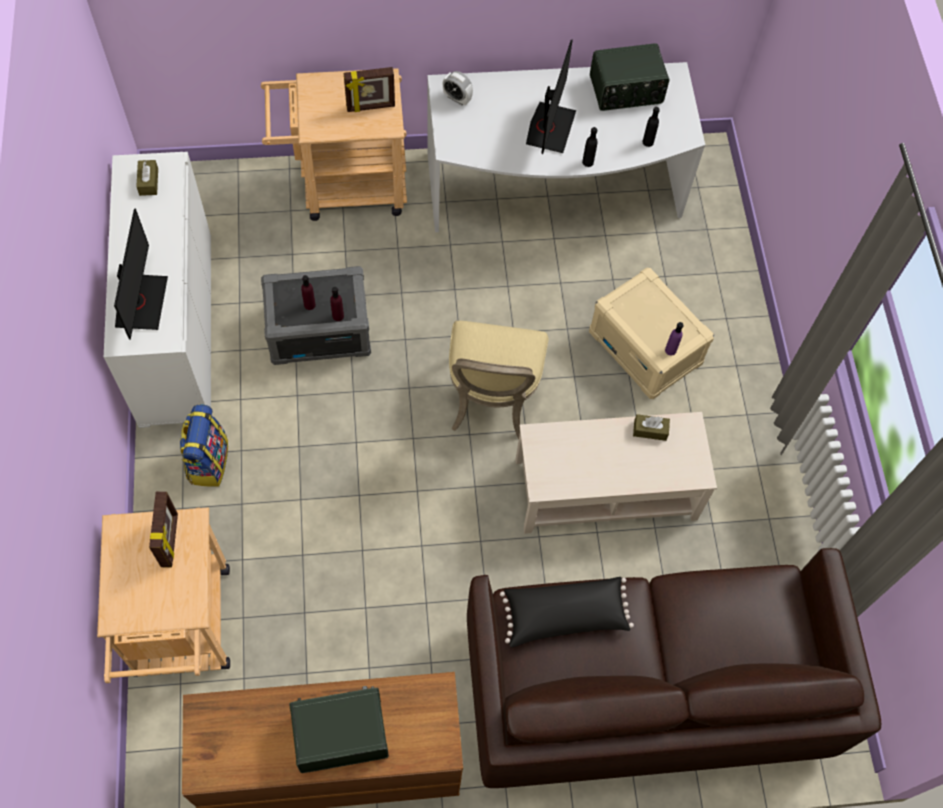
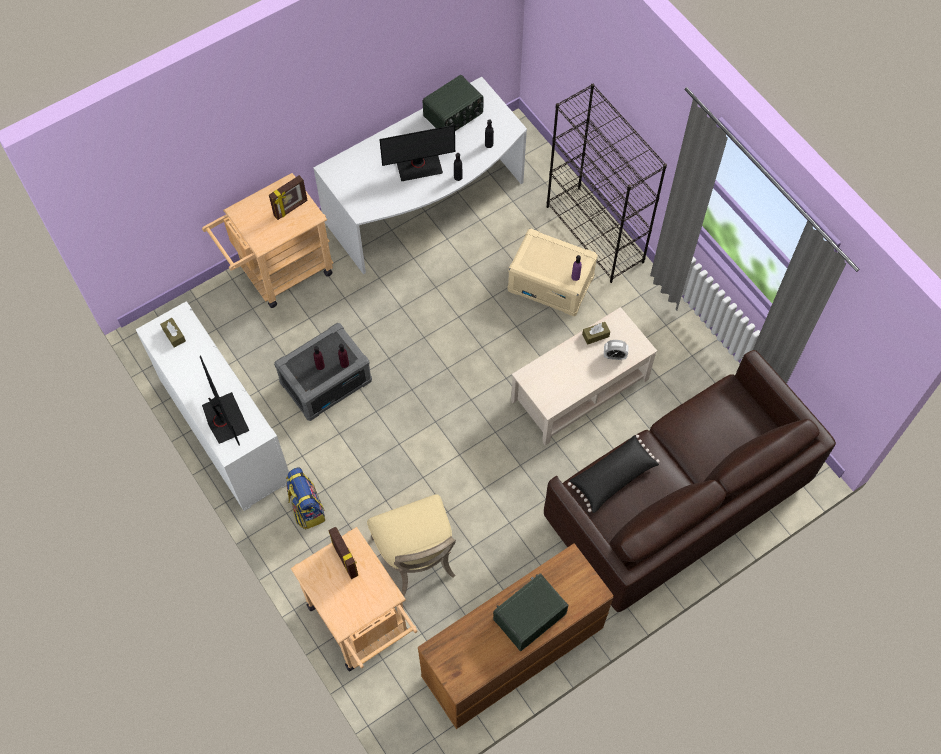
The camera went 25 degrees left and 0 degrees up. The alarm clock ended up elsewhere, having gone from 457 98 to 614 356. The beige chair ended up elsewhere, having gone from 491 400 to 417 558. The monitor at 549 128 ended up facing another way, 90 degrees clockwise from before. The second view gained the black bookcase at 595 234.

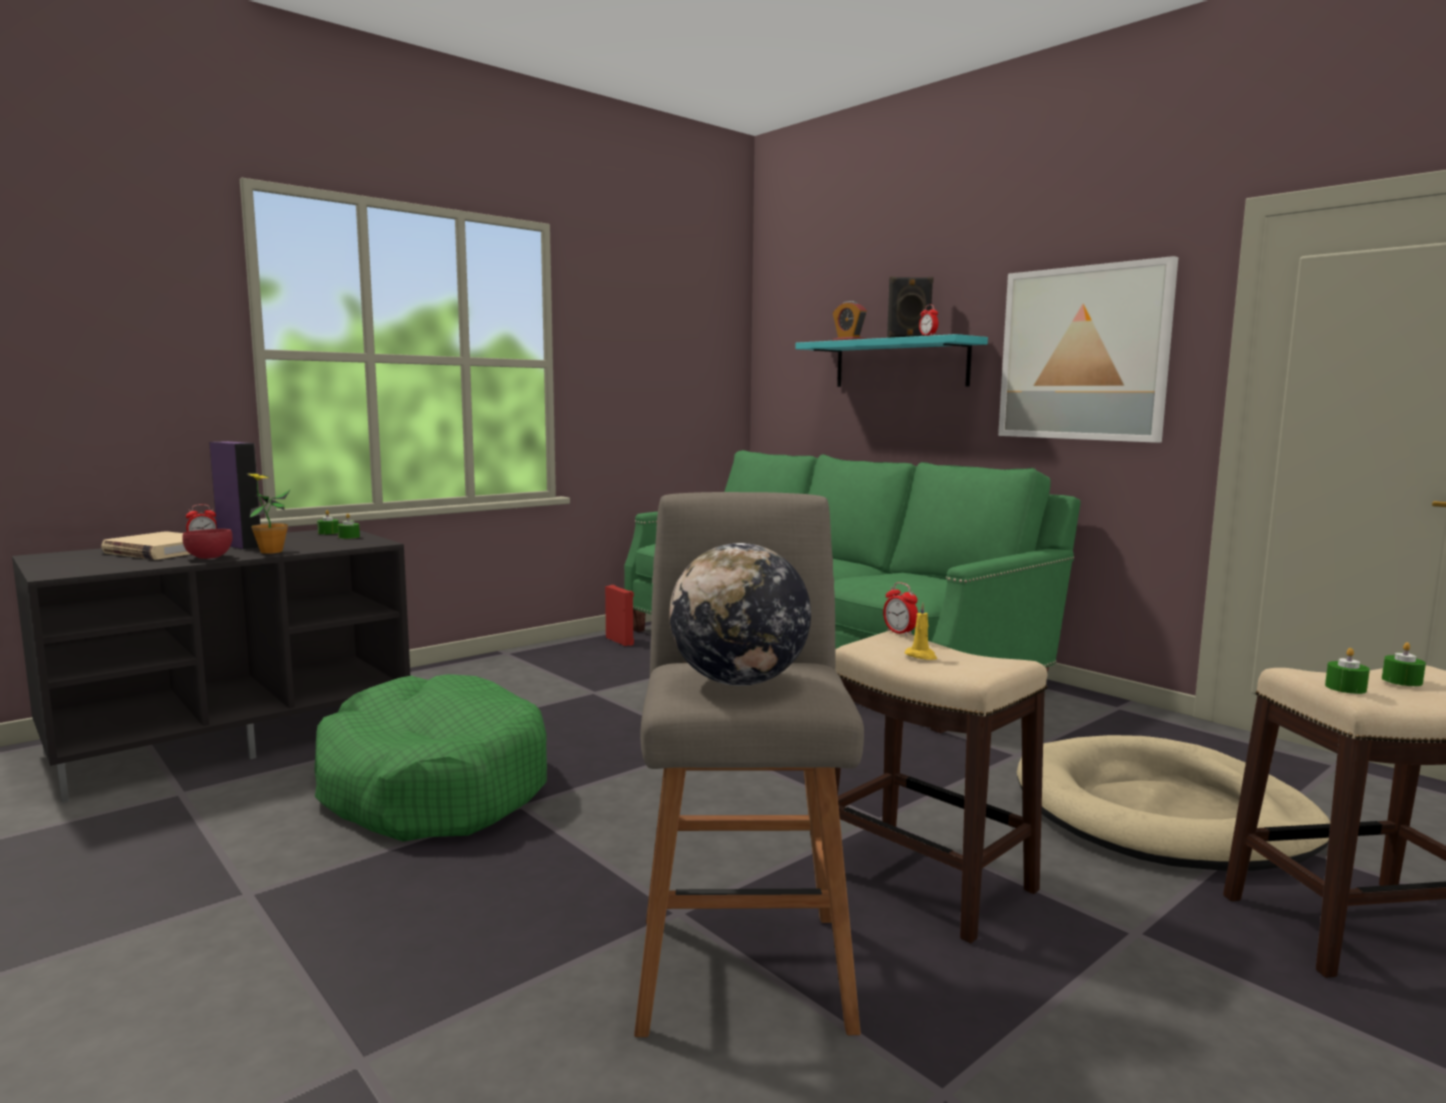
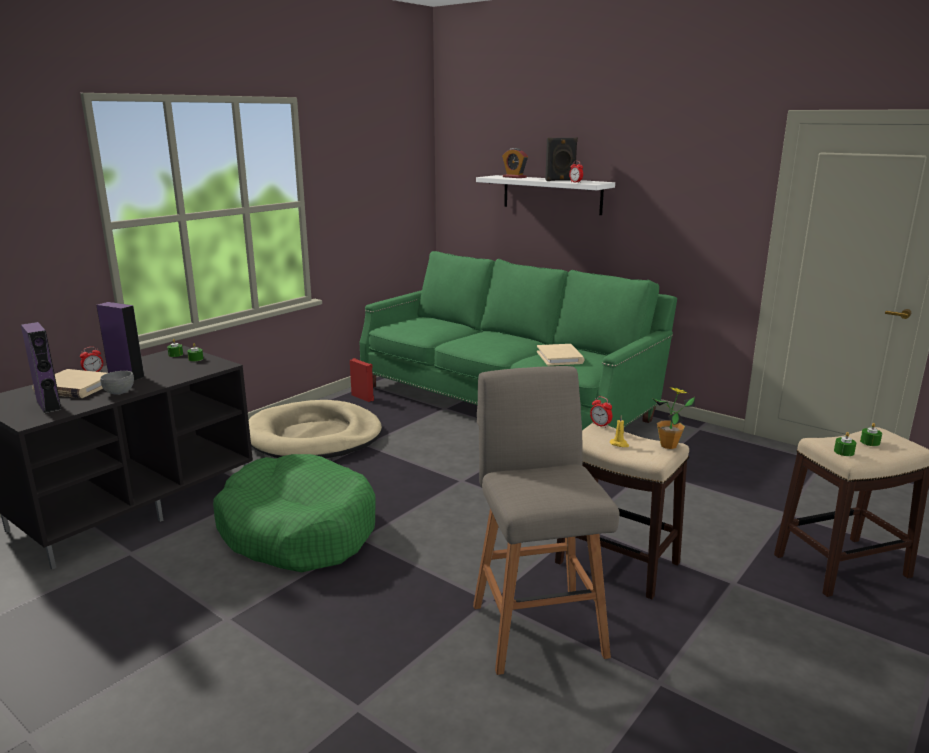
The camera went 10 degrees left and 10 degrees up. What was the red bowl at 209 558 turned into the grey bowl at 119 393. The potted plant ended up elsewhere, having gone from 271 551 to 668 445. The second view lost the globe at 739 682. What was the turquoise shelf at 900 364 turned into the white shelf at 552 194. The second view lost the picture at 1083 353. The beige dog bed ended up elsewhere, having gone from 1163 814 to 314 436. The second view gained the purple speaker at 49 405. The second view gained the beige book at 560 357.

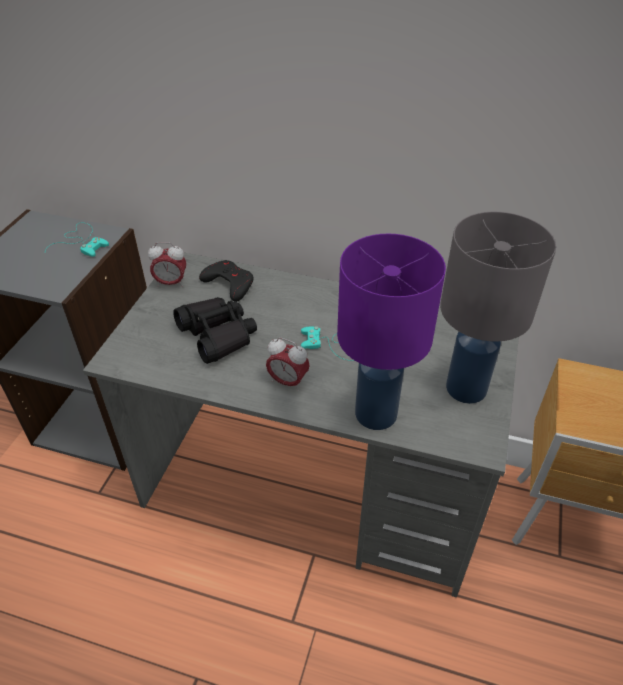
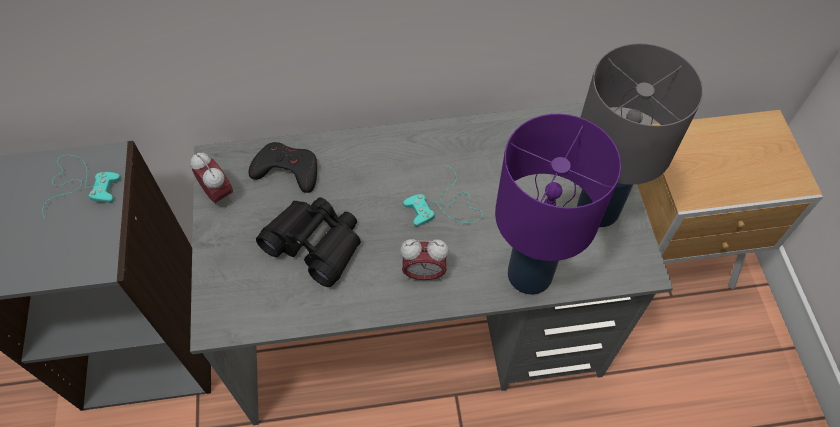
The camera went 25 degrees left and 15 degrees up. The alarm clock at 171 283 ended up facing another way, 105 degrees counterclockwise from before.

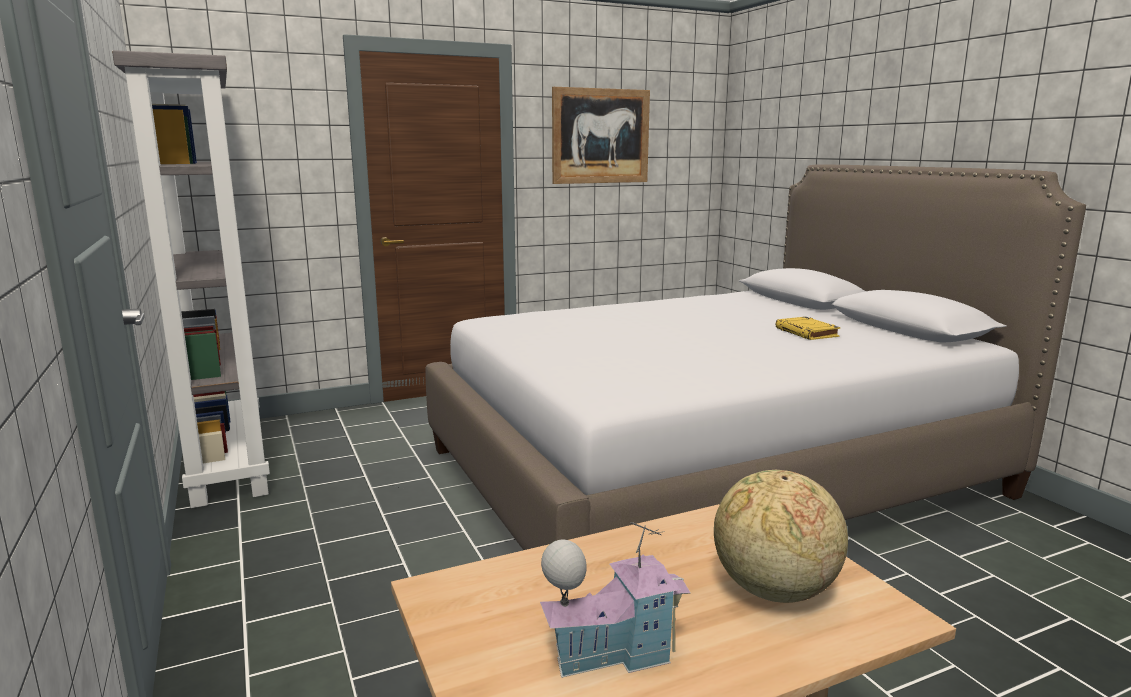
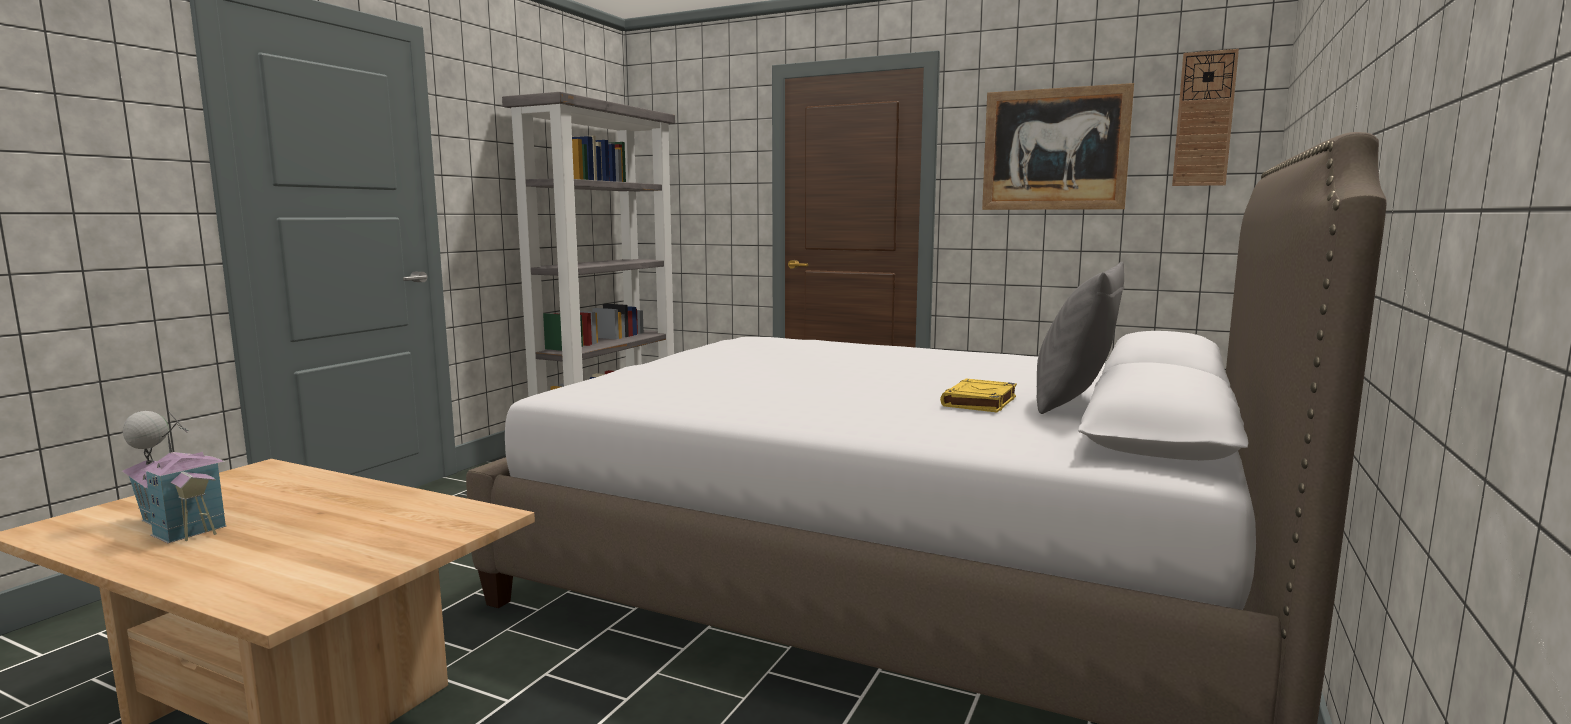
The camera went 50 degrees right and 5 degrees down. The second view lost the globe at 773 590. The second view gained the grey pillow at 1073 403. The second view gained the wall clock at 1204 119.

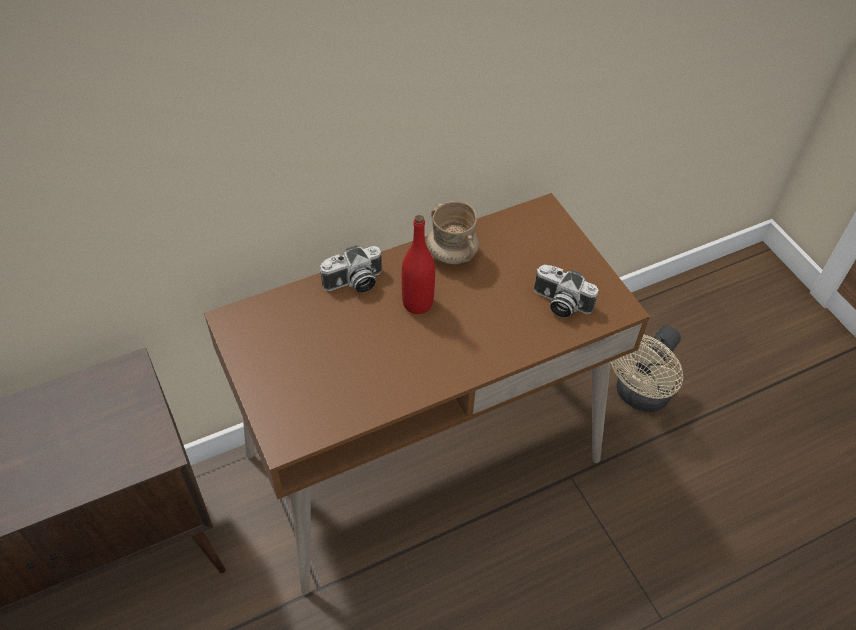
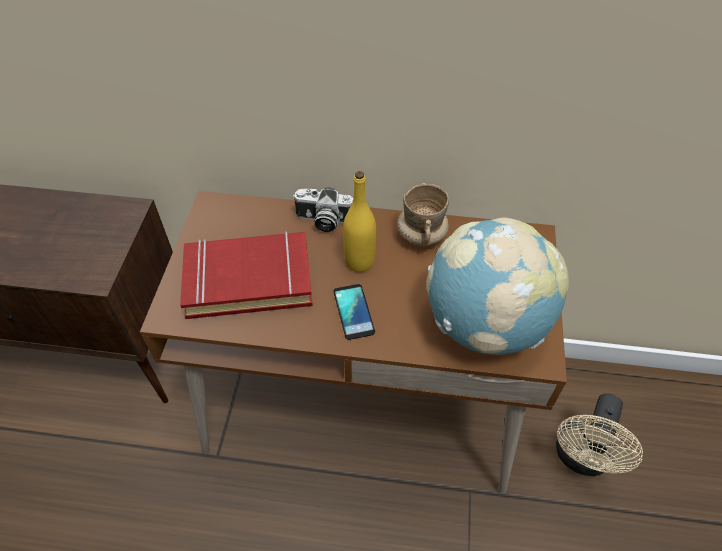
The camera went 35 degrees right and 0 degrees up. What was the red bottle at 417 303 turned into the yellow bottle at 359 261. Where the photo camera stood at 560 303, the globe came to stand at 485 324. The beige fan at 639 396 ended up facing another way, 45 degrees counterclockwise from before. The second view gained the red book at 249 280. The second view gained the phone at 353 312.

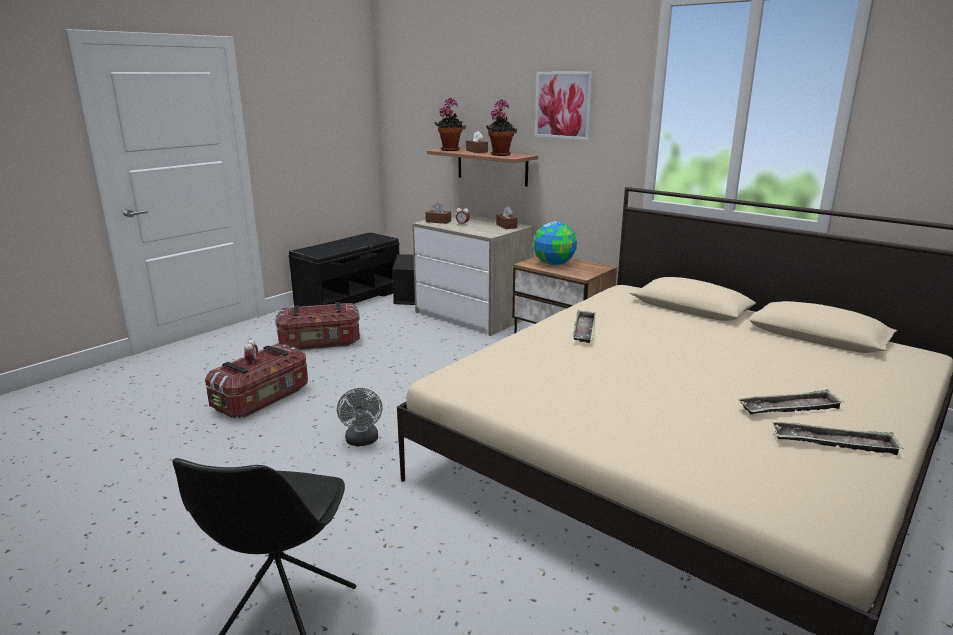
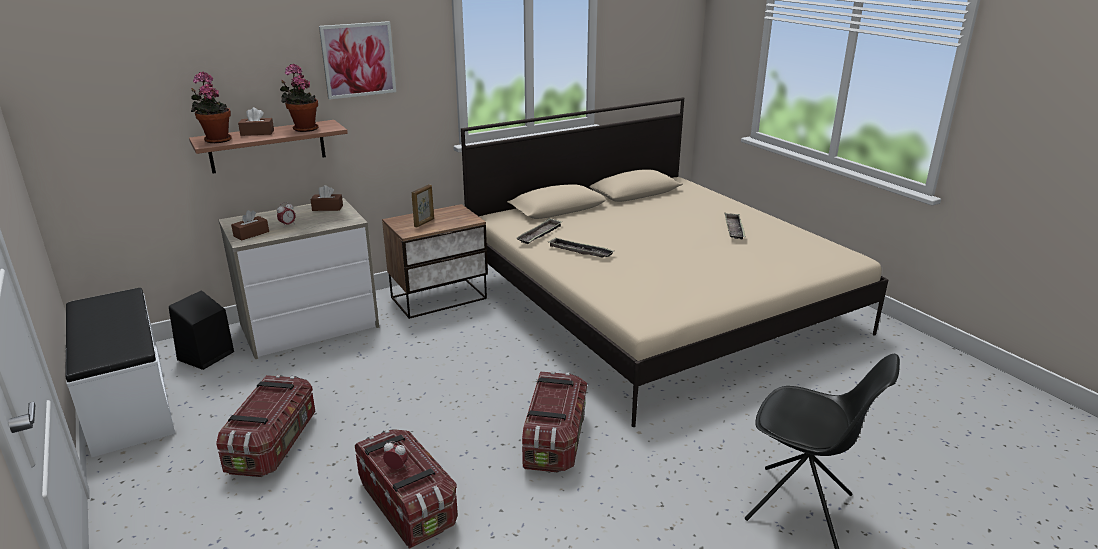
The camera went 70 degrees left and 5 degrees up. What was the black bench at 348 298 turned into the white bench at 127 402. Where the grey fan stood at 362 441, the storage box came to stand at 555 440. Where the globe stood at 554 264, the picture frame came to stand at 424 223. The tray ended up elsewhere, having gone from 833 443 to 539 234.

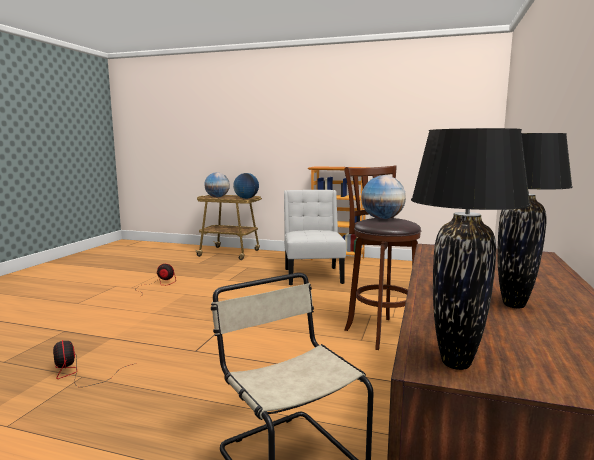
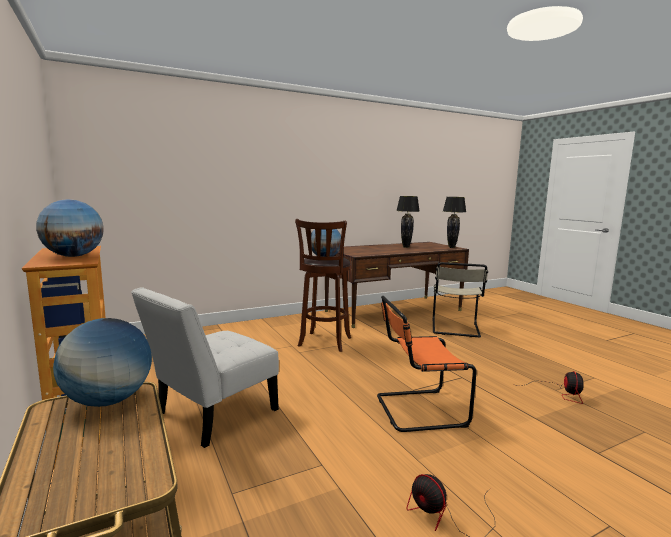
The camera went 135 degrees left and 0 degrees up. The globe ended up elsewhere, having gone from 217 197 to 73 256. The second view gained the orange chair at 417 410.

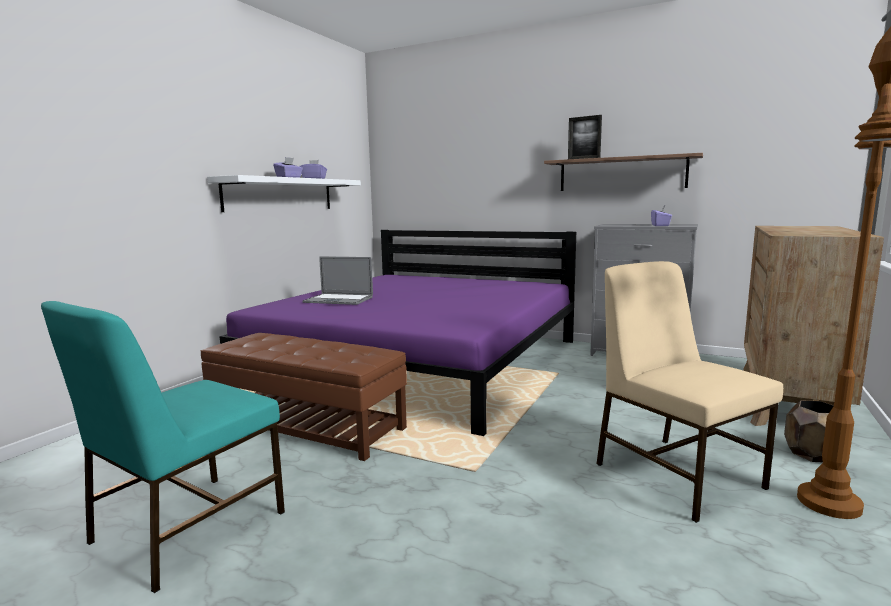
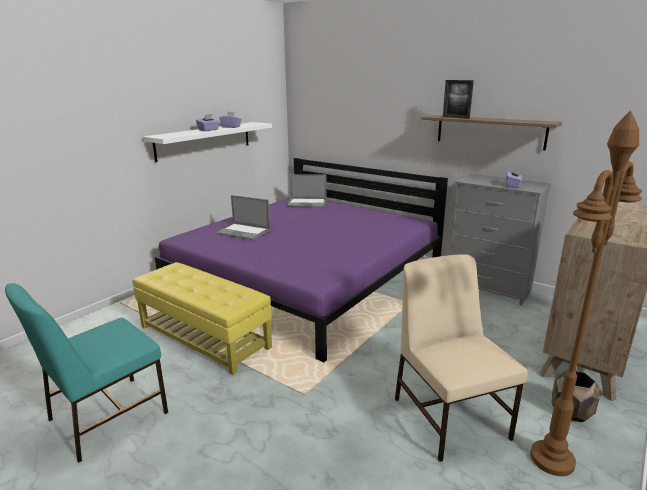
The camera went 10 degrees right and 10 degrees up. What was the brown ottoman at 307 425 turned into the yellow ottoman at 204 337. The second view gained the laptop at 307 203.

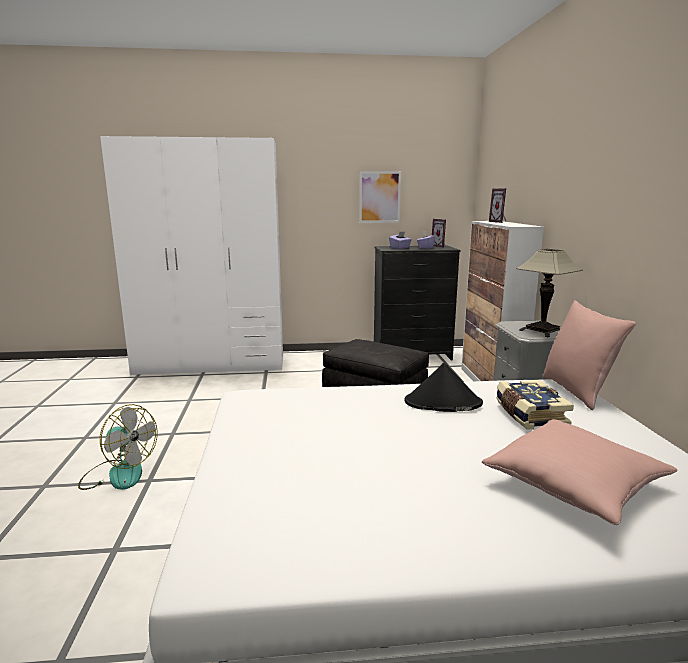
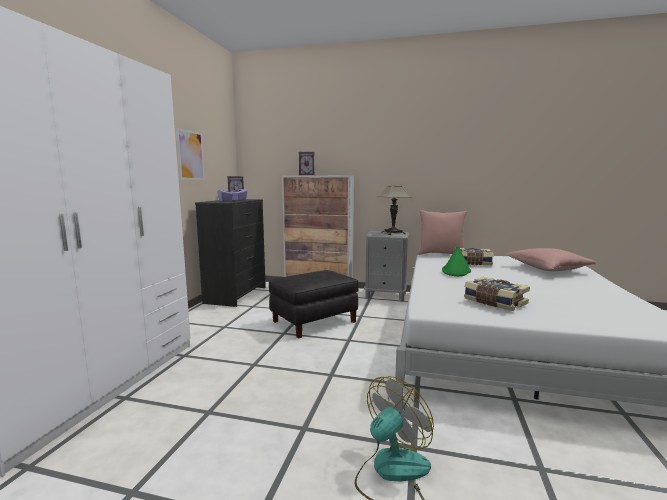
The camera went 70 degrees left and 5 degrees down. What was the black hat at 442 403 turned into the green hat at 456 271. The second view gained the book at 494 302.

